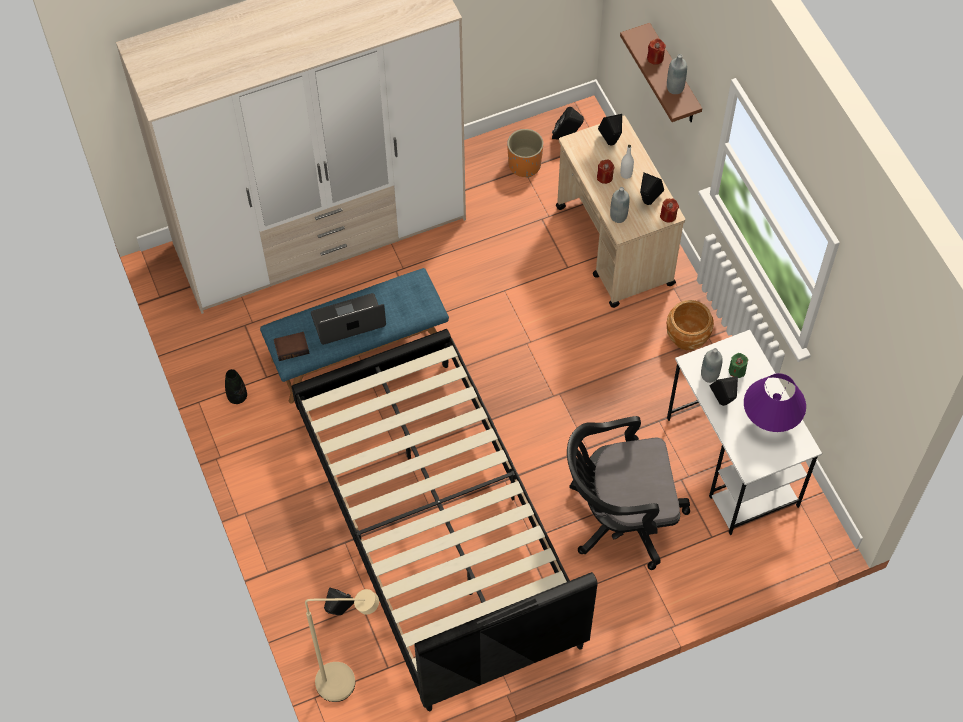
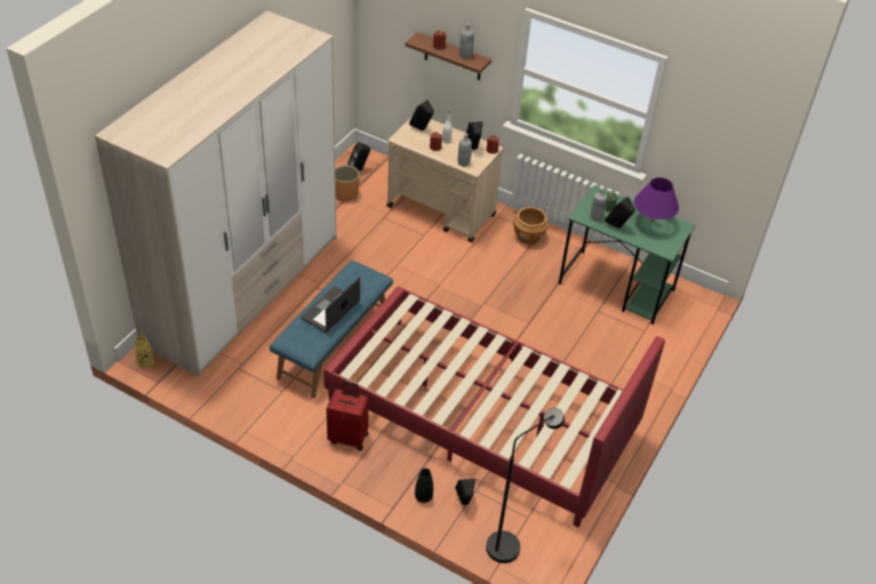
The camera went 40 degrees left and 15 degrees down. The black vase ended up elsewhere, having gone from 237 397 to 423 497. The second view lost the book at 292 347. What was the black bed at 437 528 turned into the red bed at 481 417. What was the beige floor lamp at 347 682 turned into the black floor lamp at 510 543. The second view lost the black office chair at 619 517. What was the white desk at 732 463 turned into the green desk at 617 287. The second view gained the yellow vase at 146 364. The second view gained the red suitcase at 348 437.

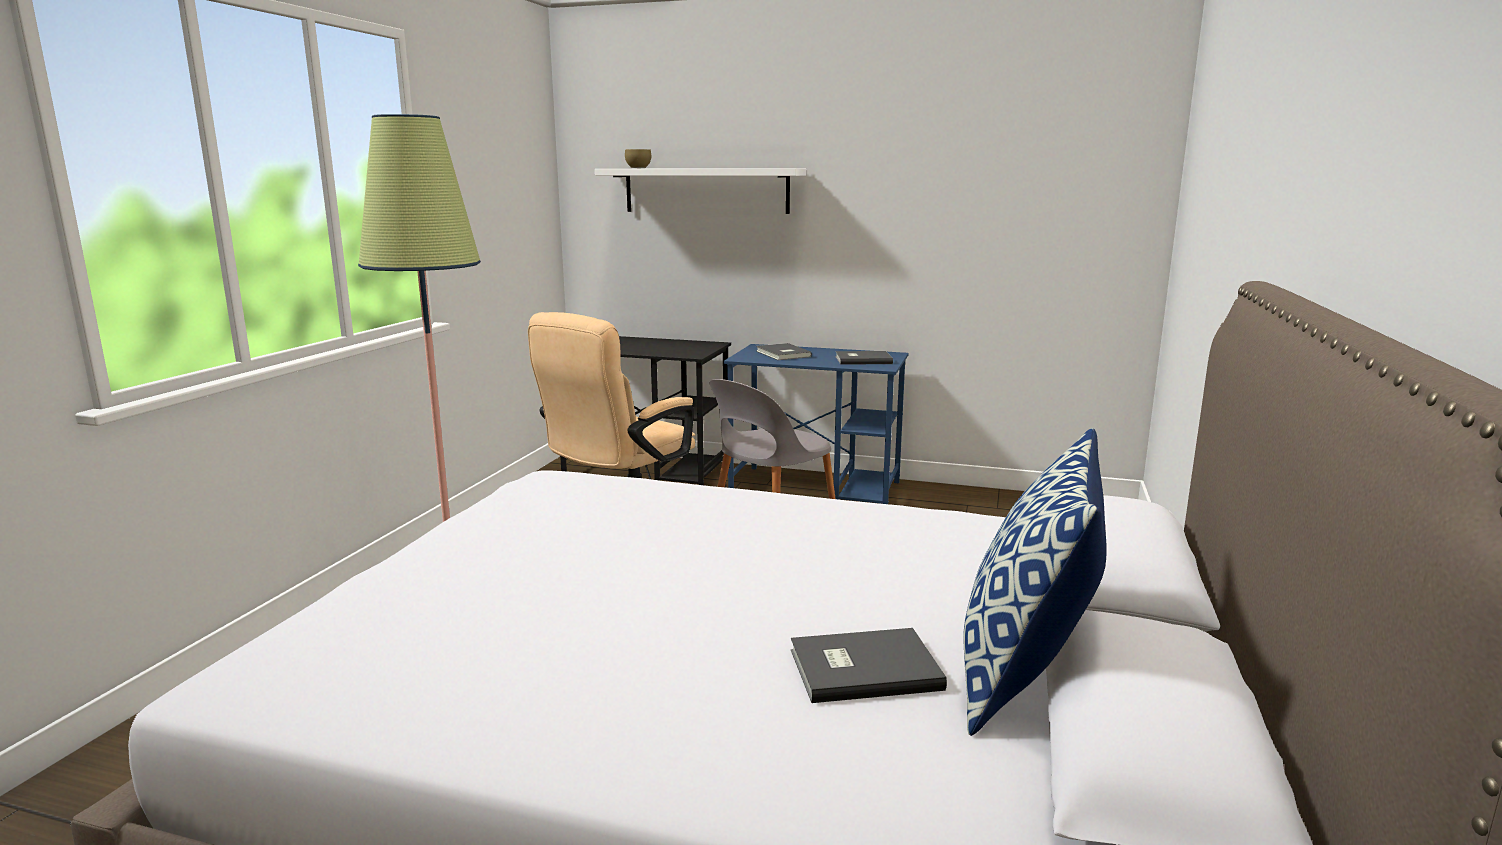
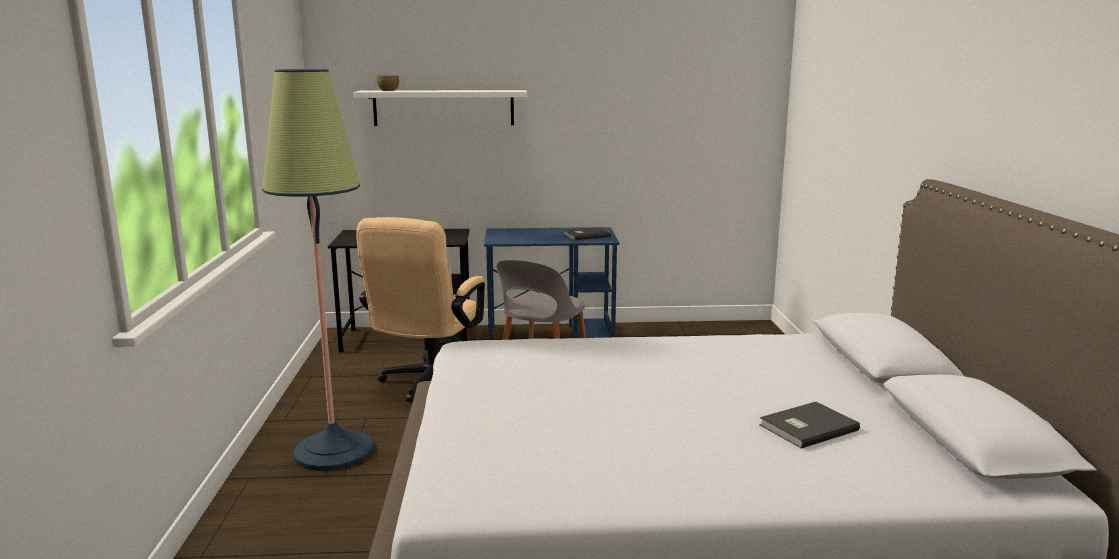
The camera went 20 degrees left and 0 degrees up. The second view lost the grey book at 782 354. The second view lost the pillow at 1024 675.

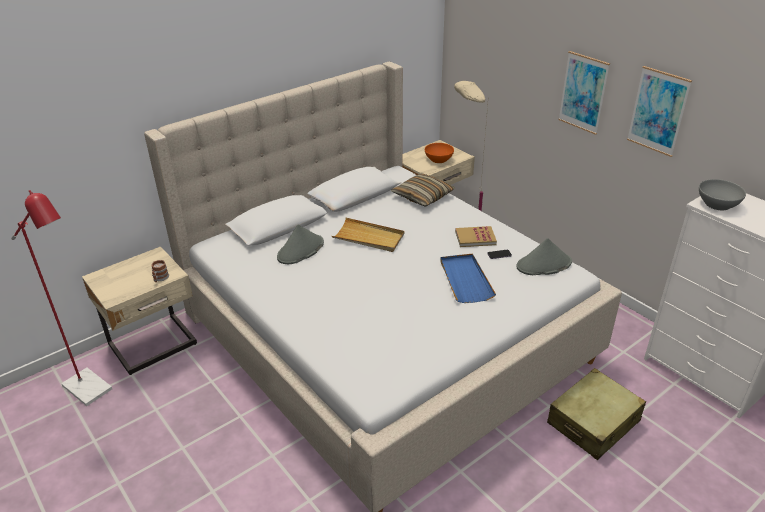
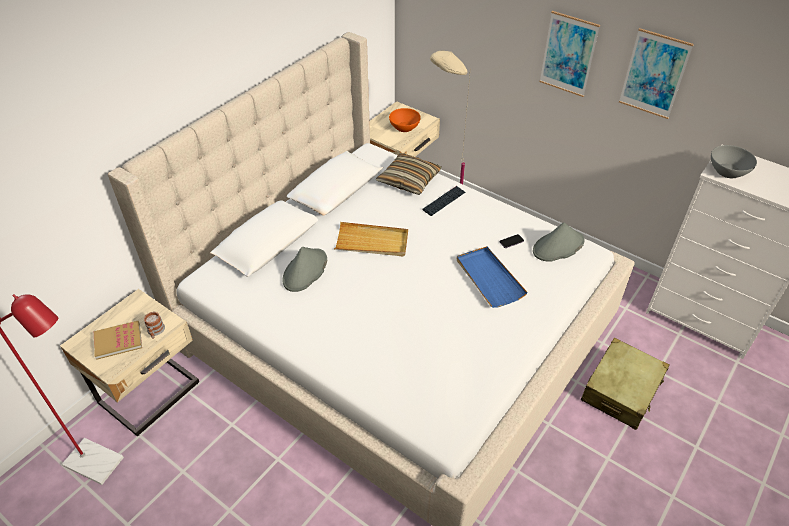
The camera went 15 degrees left and 10 degrees up. The book ended up elsewhere, having gone from 475 238 to 118 341. The second view gained the keyboard at 444 201.

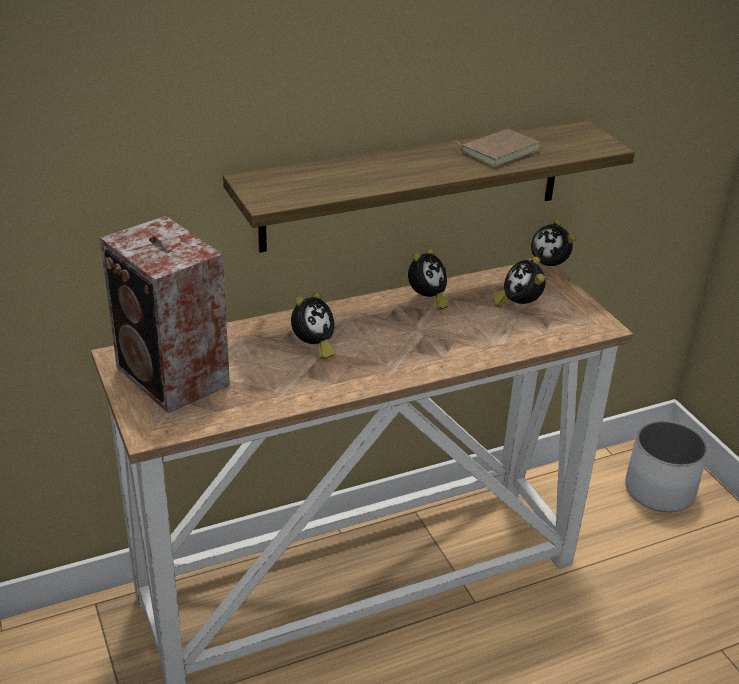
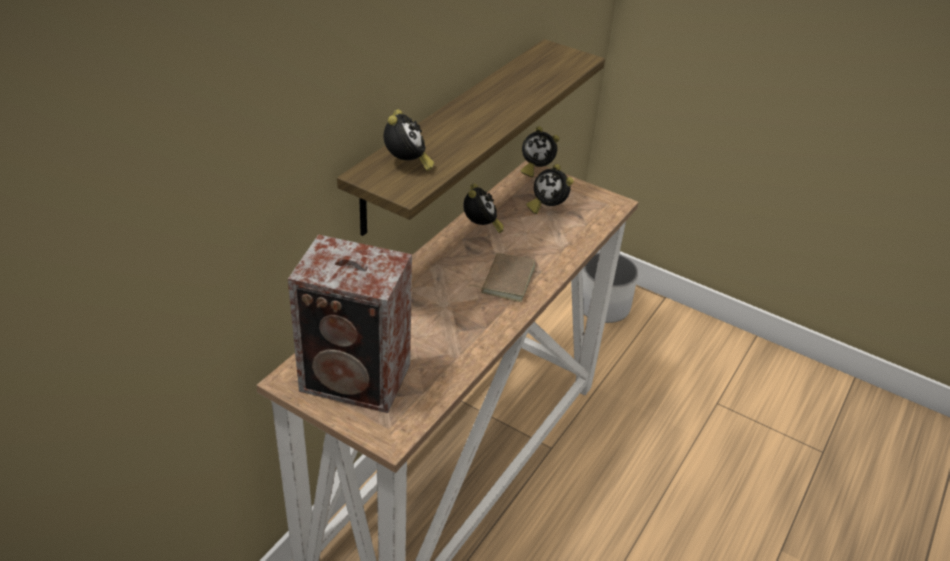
The camera went 35 degrees left and 5 degrees up. The alarm clock ended up elsewhere, having gone from 313 347 to 407 164. The brown book ended up elsewhere, having gone from 498 151 to 506 279.

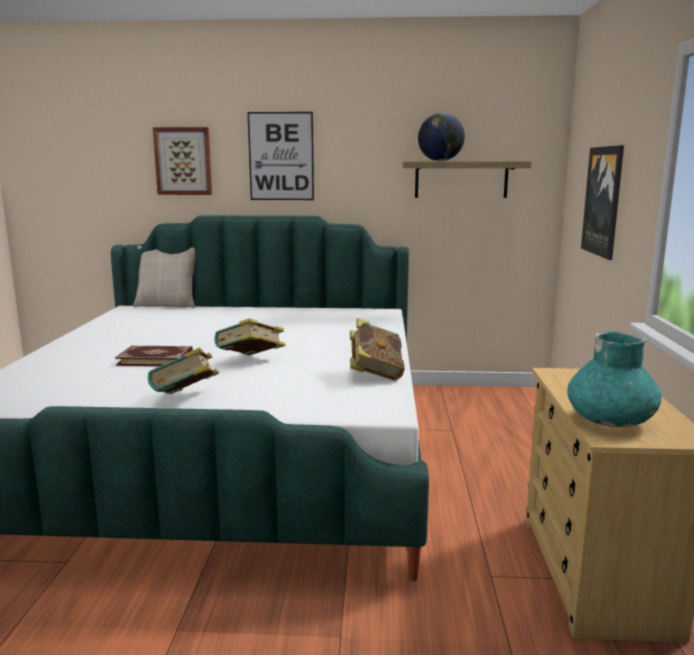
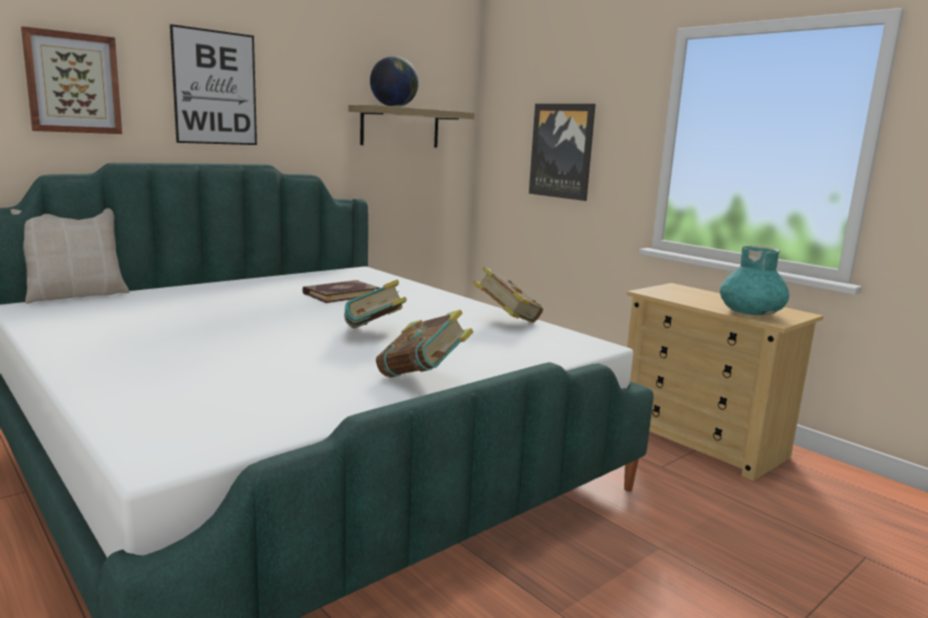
The camera went 45 degrees left and 0 degrees up. The book ended up elsewhere, having gone from 155 358 to 340 294.

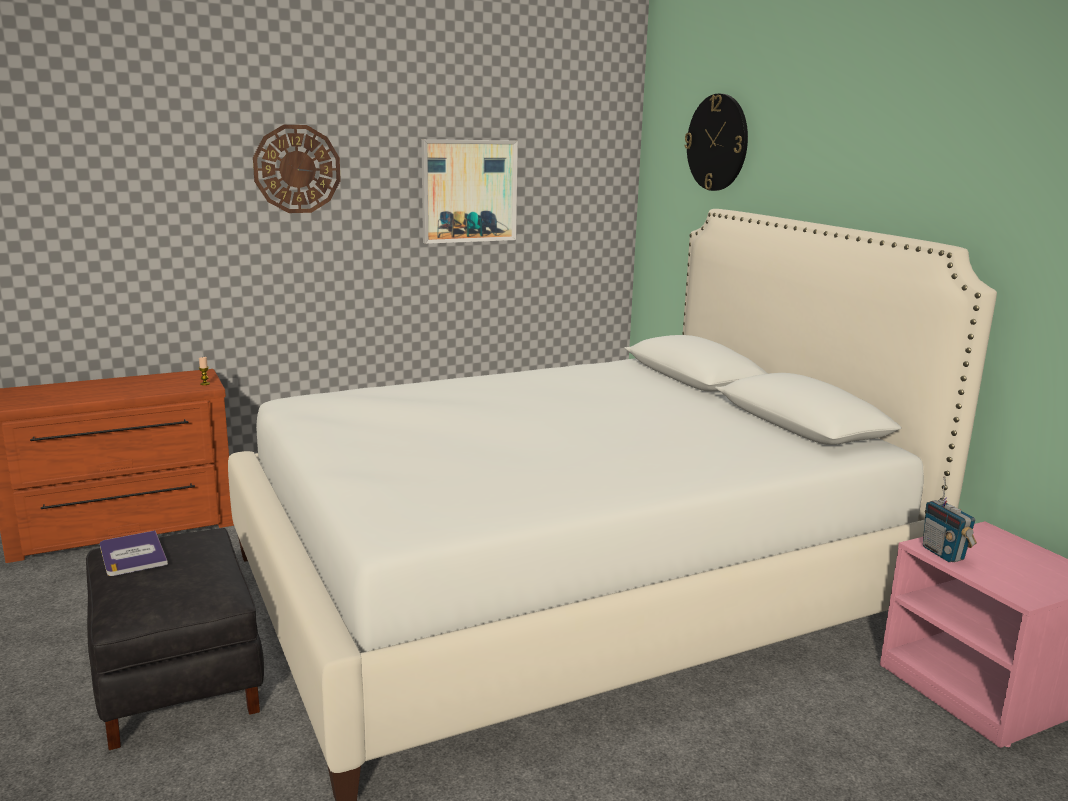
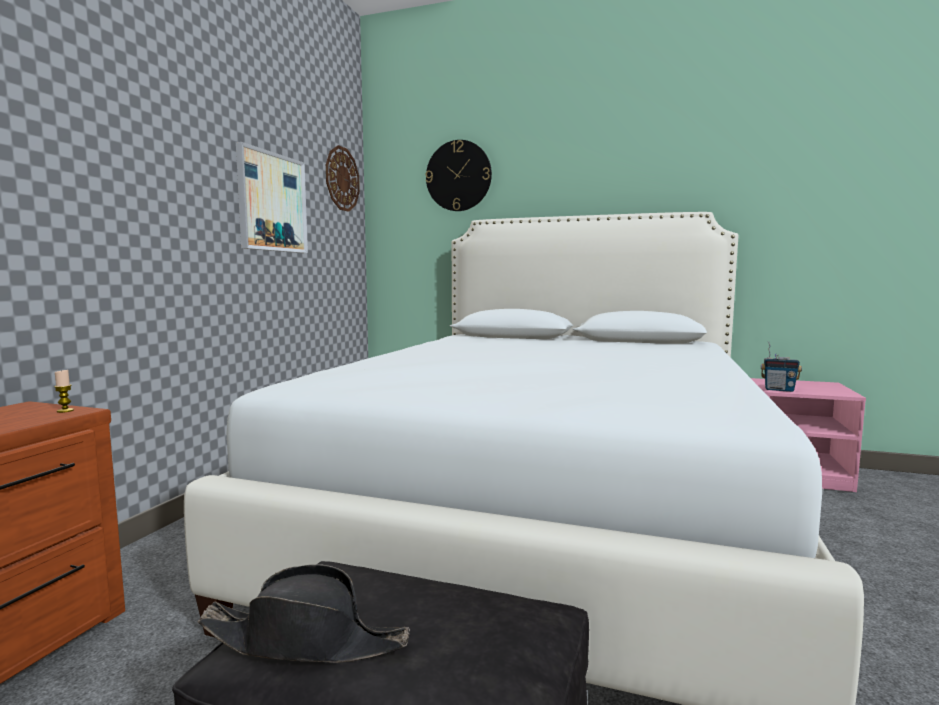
The camera went 45 degrees left and 10 degrees down. Where the book stood at 132 555, the black hat came to stand at 305 640. The wall clock ended up elsewhere, having gone from 297 169 to 342 179.

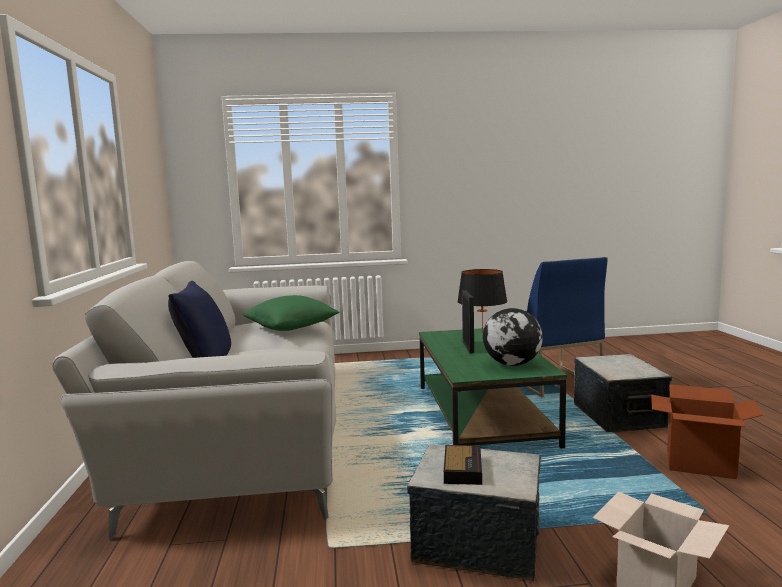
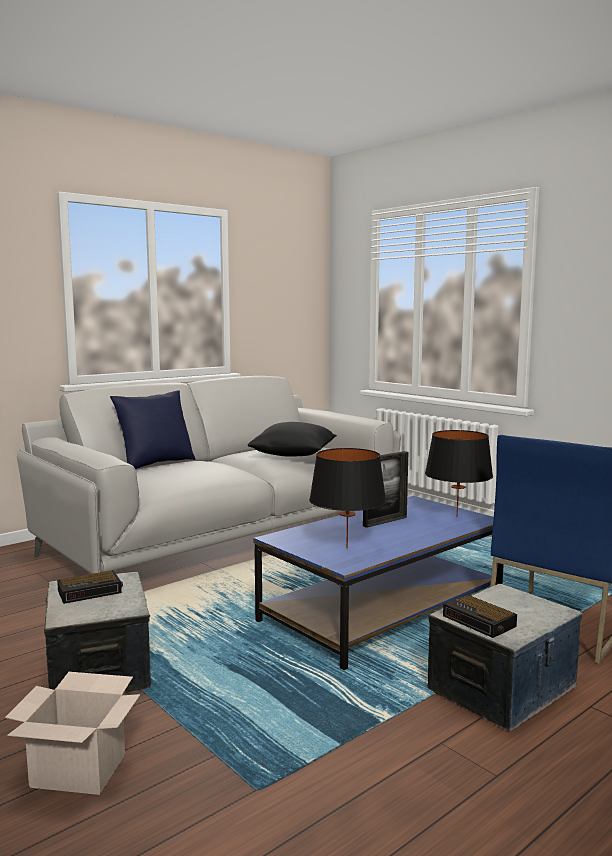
The camera went 55 degrees right and 0 degrees up. What was the green pillow at 291 328 turned into the black pillow at 294 455. What was the green coffee table at 481 414 turned into the blue coffee table at 384 609. Where the globe stood at 513 364, the black table lamp came to stand at 346 548. The second view lost the cardboard box at 699 464. The second view gained the alarm clock at 480 621.

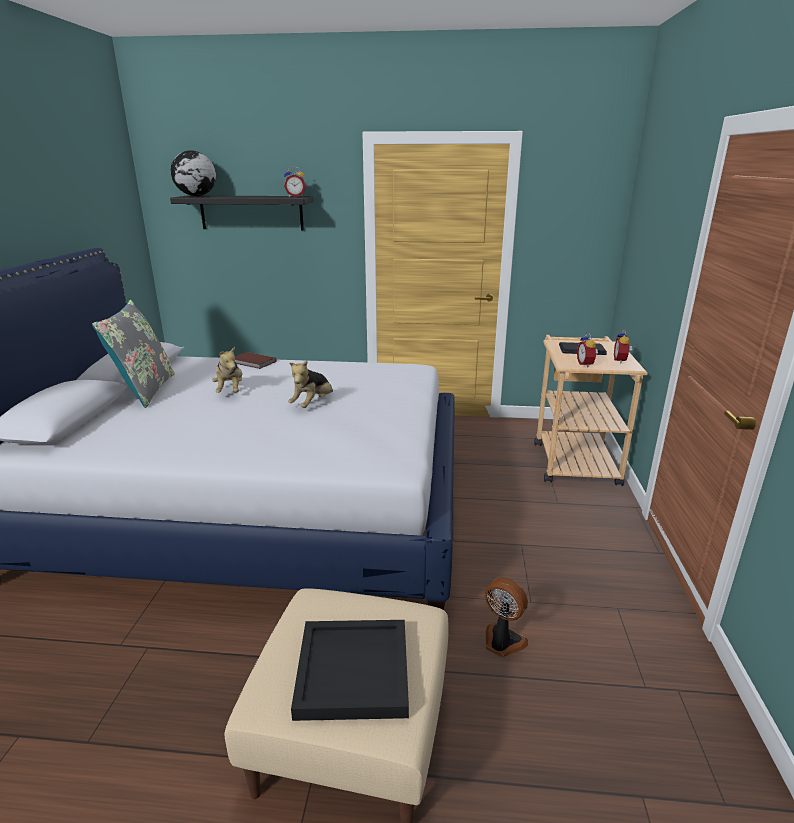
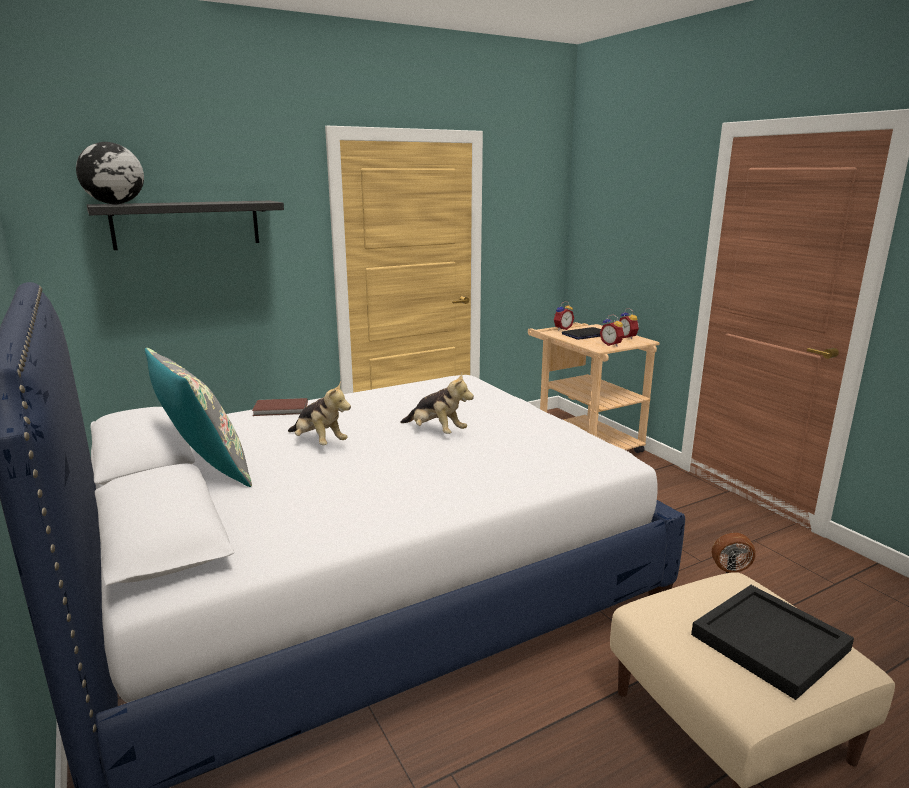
The camera went 35 degrees left and 5 degrees down. The alarm clock ended up elsewhere, having gone from 296 196 to 562 329. The plush toy at 312 404 ended up facing another way, 45 degrees counterclockwise from before.

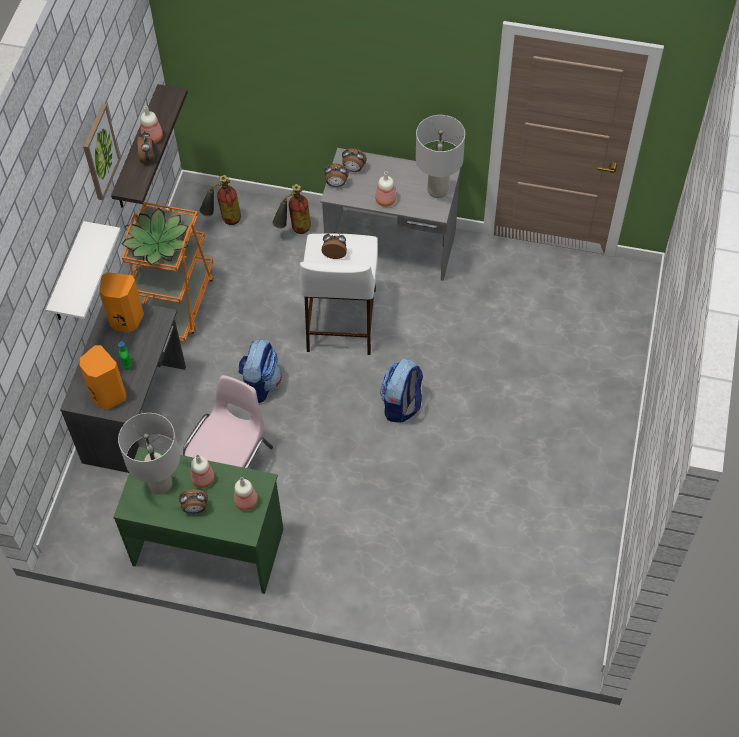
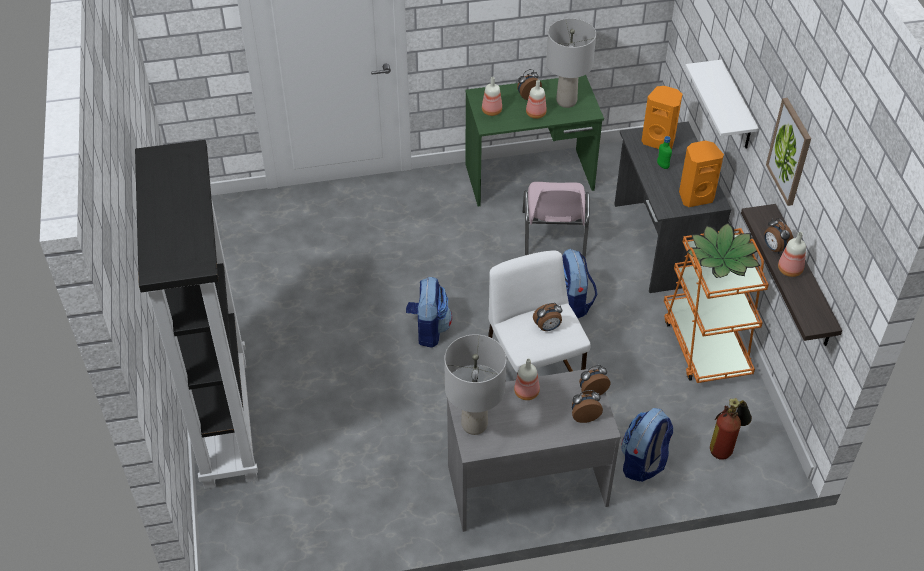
The camera went 155 degrees right and 10 degrees down. Where the fire extinguisher stood at 294 231, the backpack came to stand at 643 463. The second view gained the black bookcase at 224 420.

